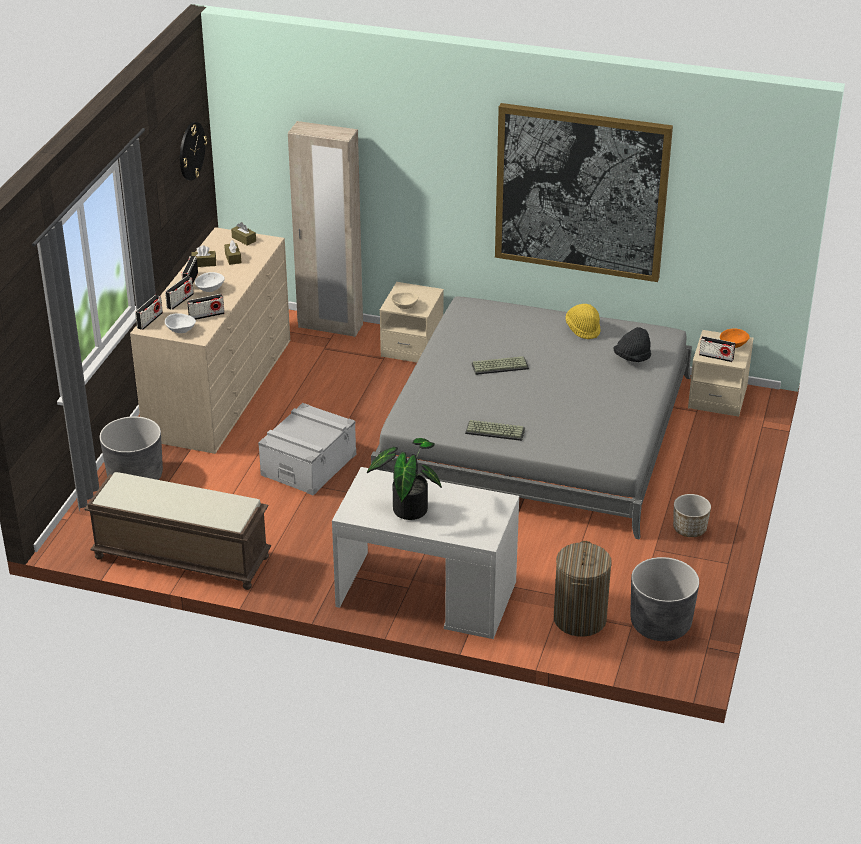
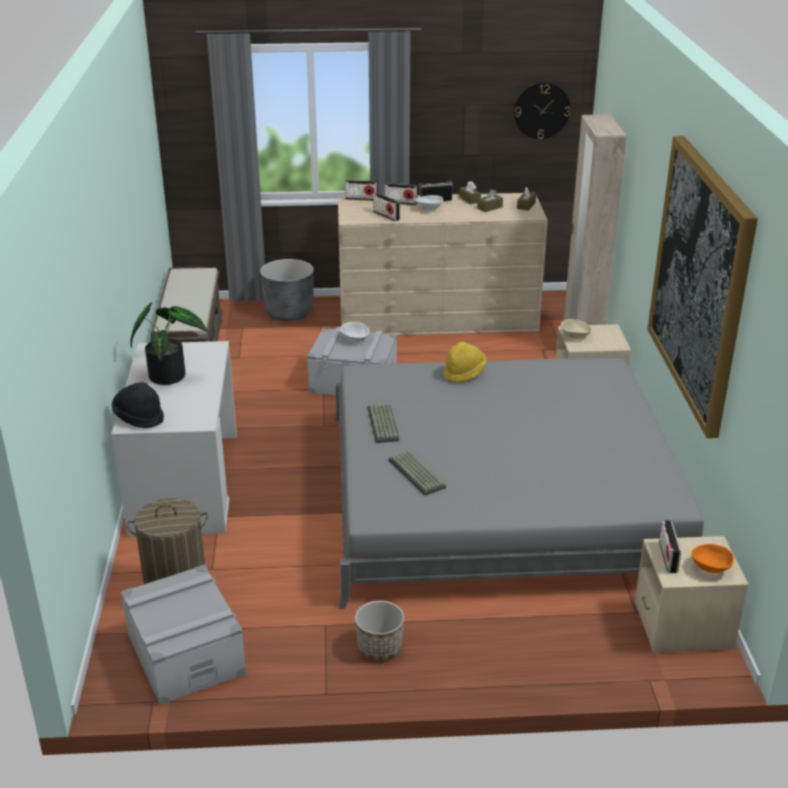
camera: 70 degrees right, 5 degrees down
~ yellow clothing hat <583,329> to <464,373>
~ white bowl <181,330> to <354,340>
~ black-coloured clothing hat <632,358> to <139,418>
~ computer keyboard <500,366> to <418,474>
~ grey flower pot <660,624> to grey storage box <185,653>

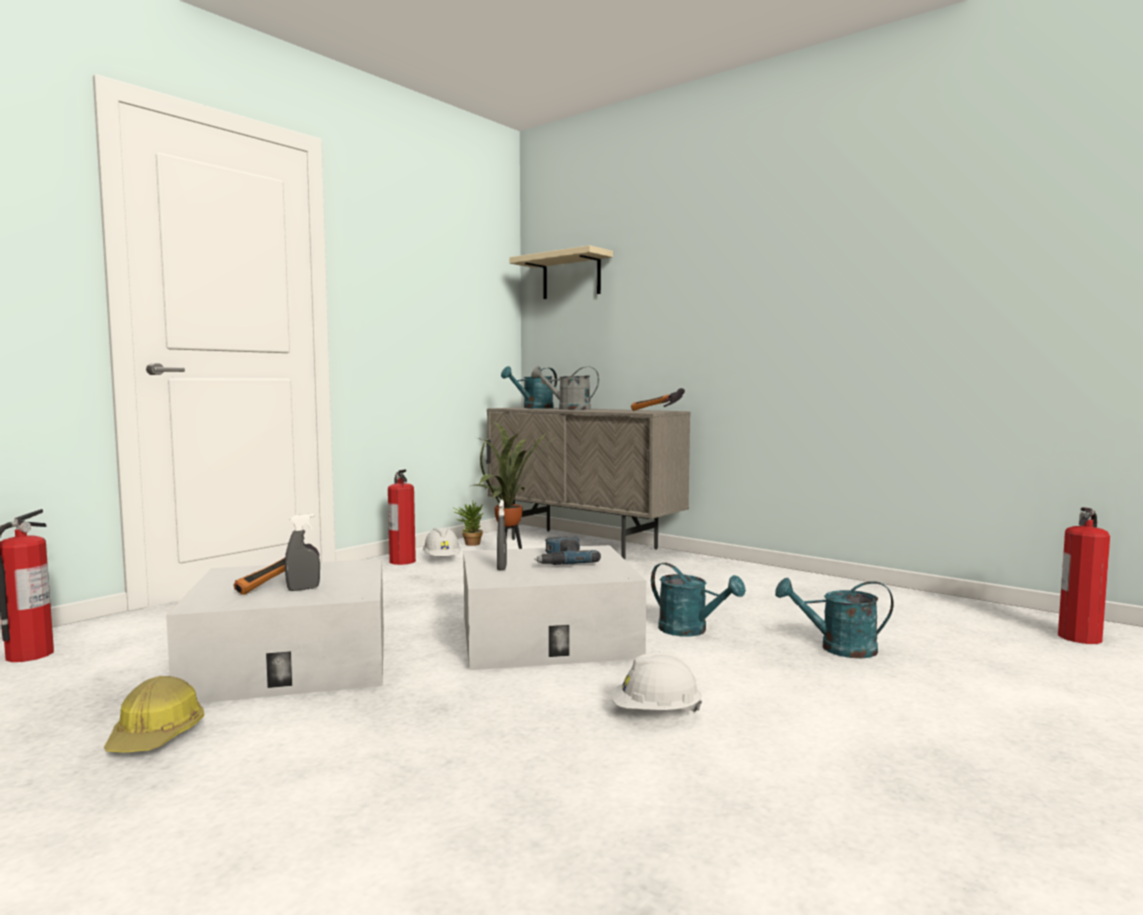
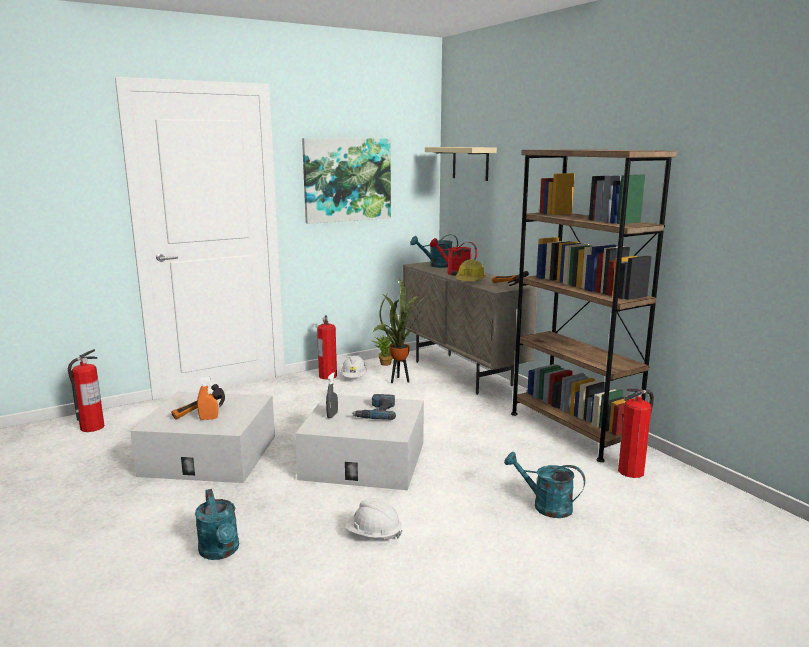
camera: 20 degrees right, 10 degrees up
~ grey watering can <568,409> to red watering can <454,273>
~ fire-fighting cylinder <1079,637> to <631,471>
~ grey spray bottle <303,589> to orange-coloured spray bottle <208,419>
~ blue-green watering can <691,631> to <221,552>
~ safety helmet <157,736> to <470,280>
+ wall art <347,180>
+ brown shelving unit <572,430>

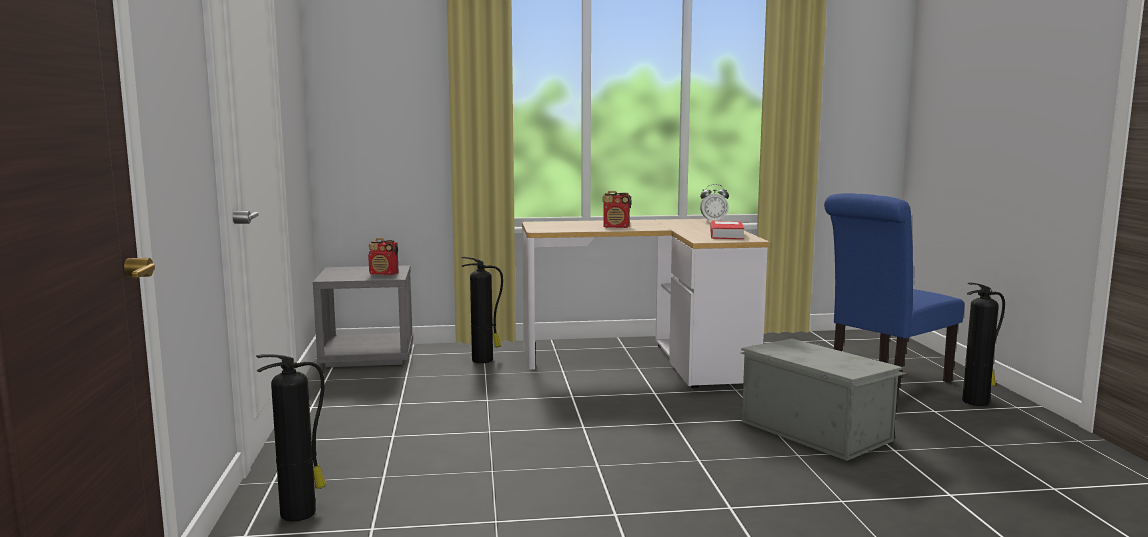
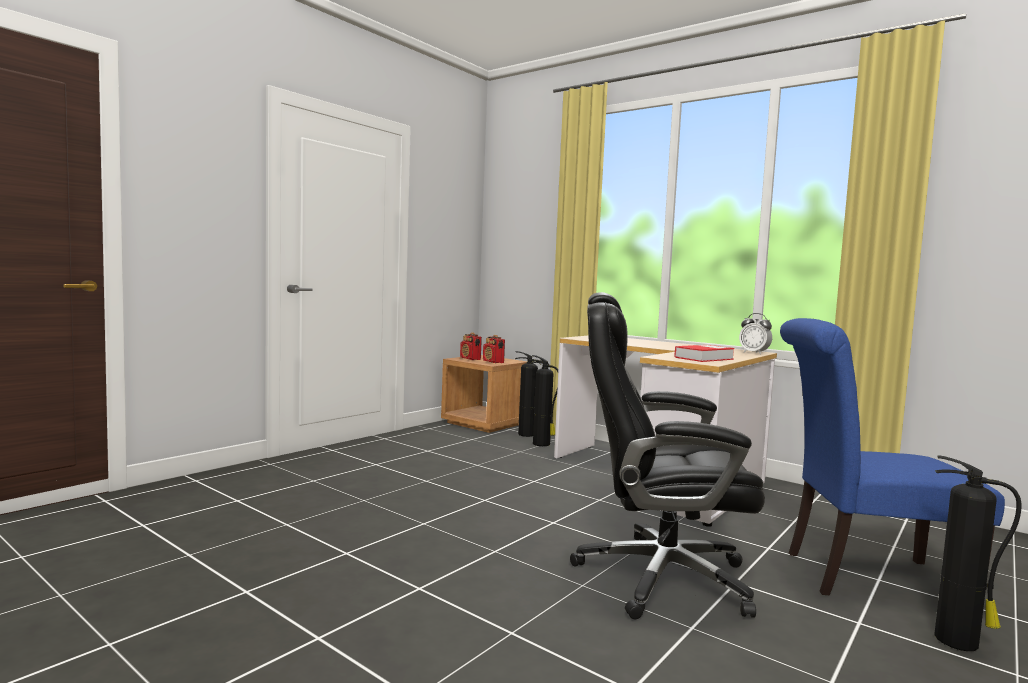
camera: 45 degrees right, 5 degrees down
~ radio set <616,227> to <470,359>
~ grey nightstand <368,356> to brown nightstand <484,423>
~ grey storage box <815,430> to black-coloured office chair <658,577>
~ fire-fighting cylinder <300,513> to <527,434>

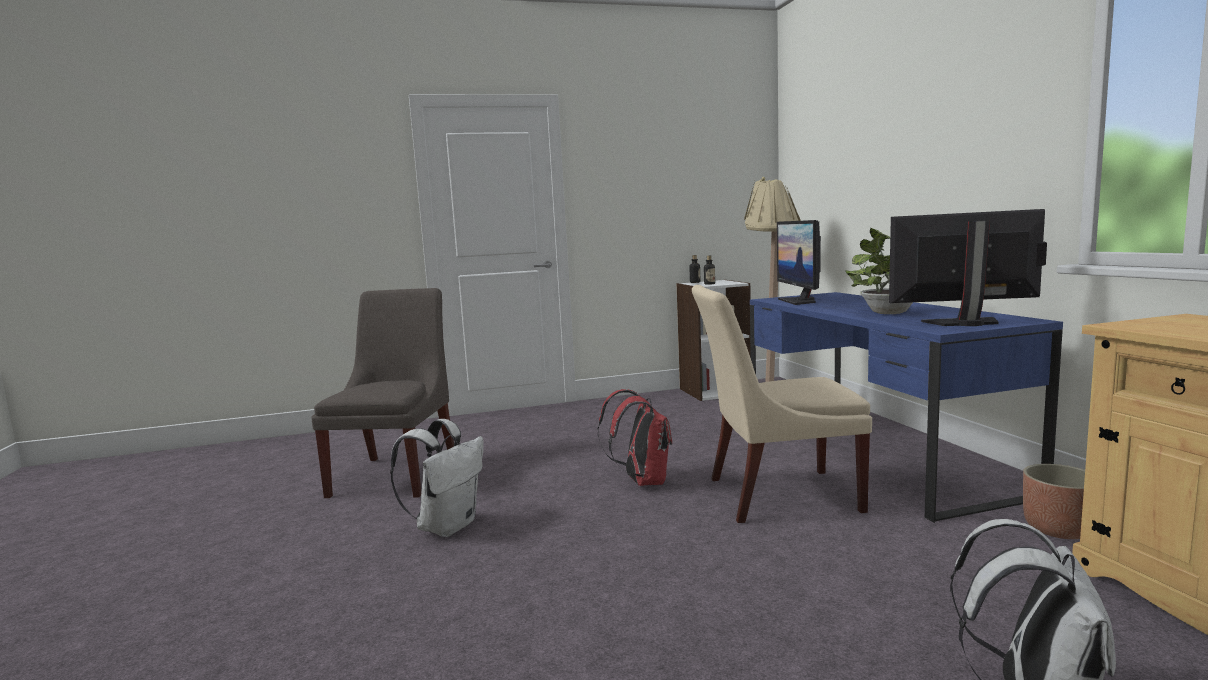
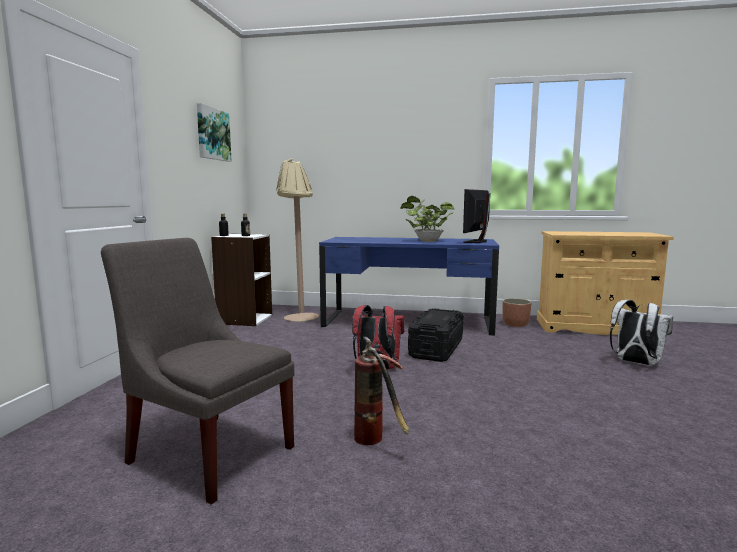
camera: 65 degrees left, 0 degrees up
- computer display <799,301>
~ sand-coloured plain chair <775,495> to black-coloured storage box <436,348>
~ white rucksack <447,526> to fire-fighting cylinder <378,441>
+ wall art <212,134>

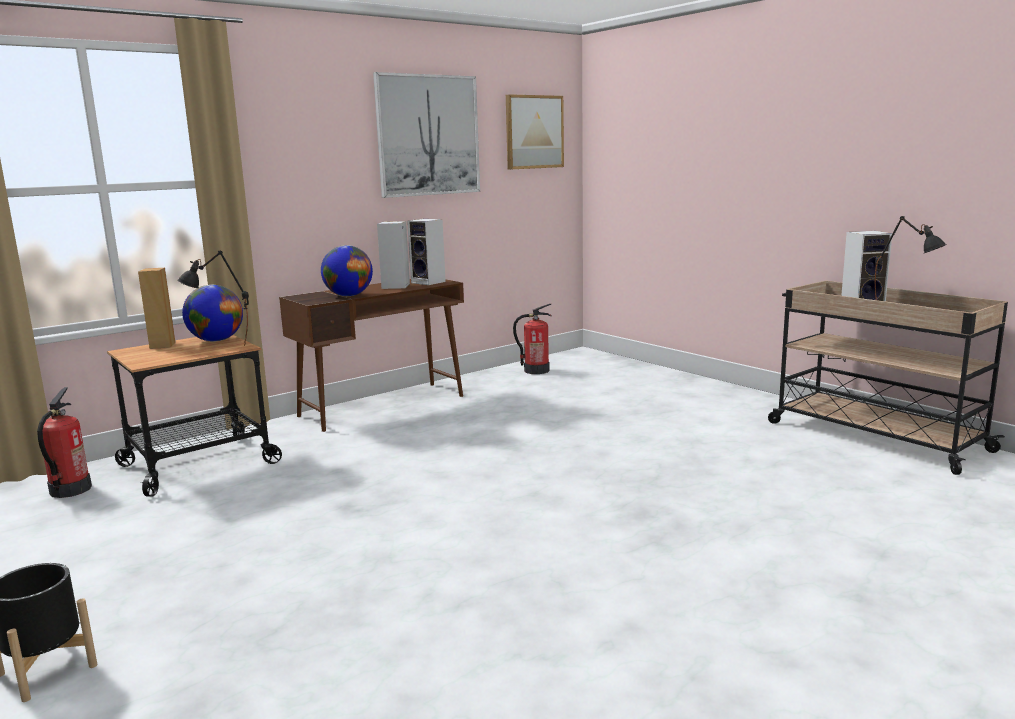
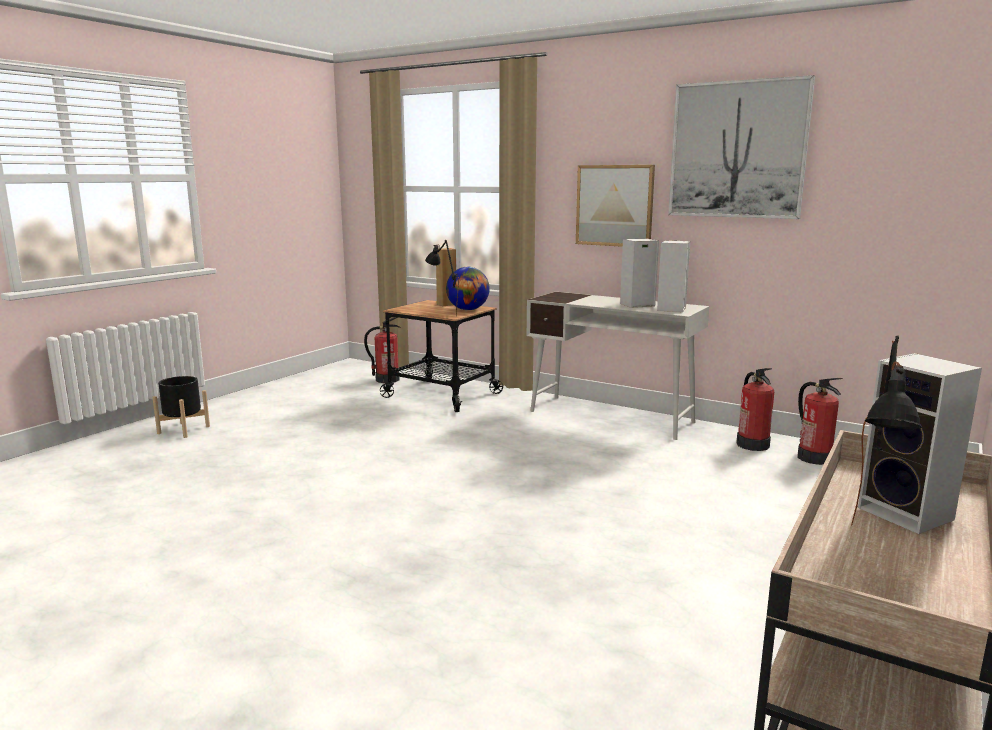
camera: 70 degrees right, 0 degrees up
~ wall art <534,132> to <614,205>
- world globe <348,295>
~ brown desk table <383,405> to white desk table <611,417>
+ fire-fighting cylinder <752,444>

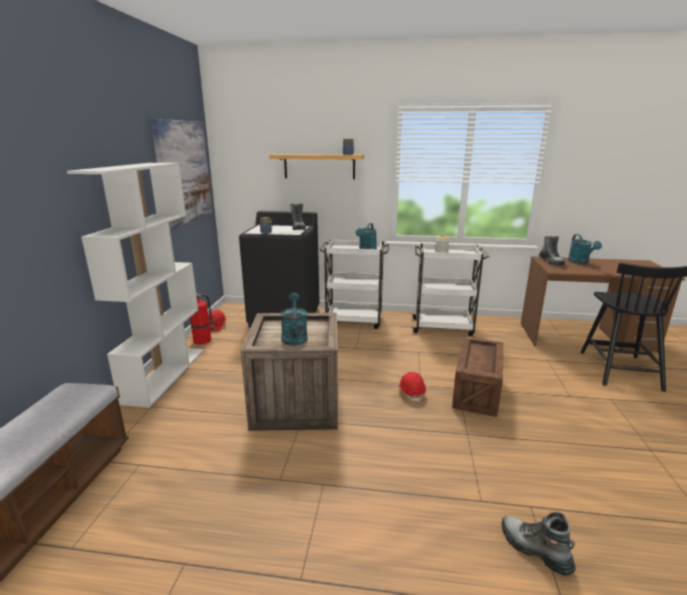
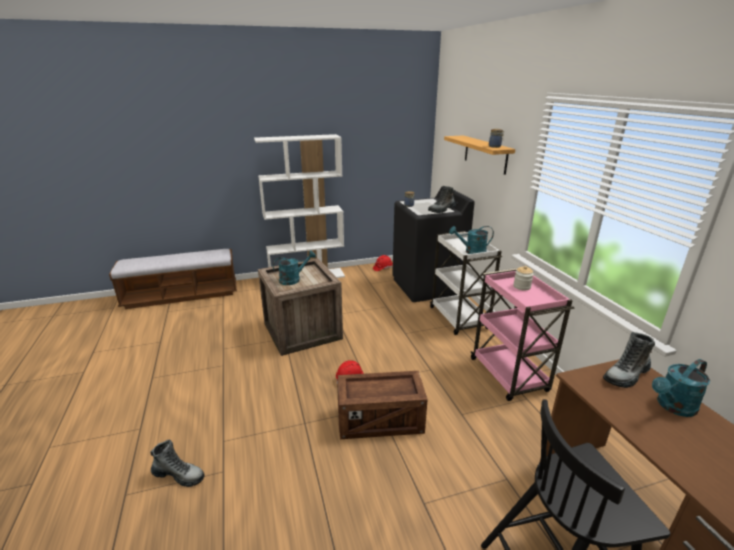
camera: 65 degrees right, 5 degrees up
- wall art <184,172>
~ white trolley <443,327> to pink trolley <509,376>
- fire-fighting cylinder <203,340>
~ tall boot <534,549> = <179,475> 75 degrees clockwise

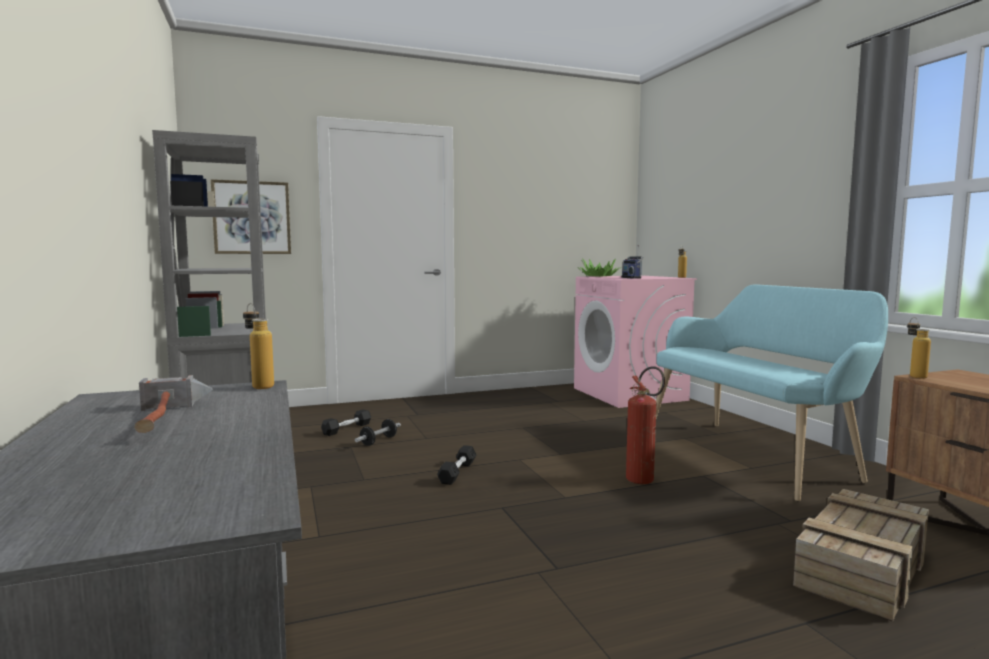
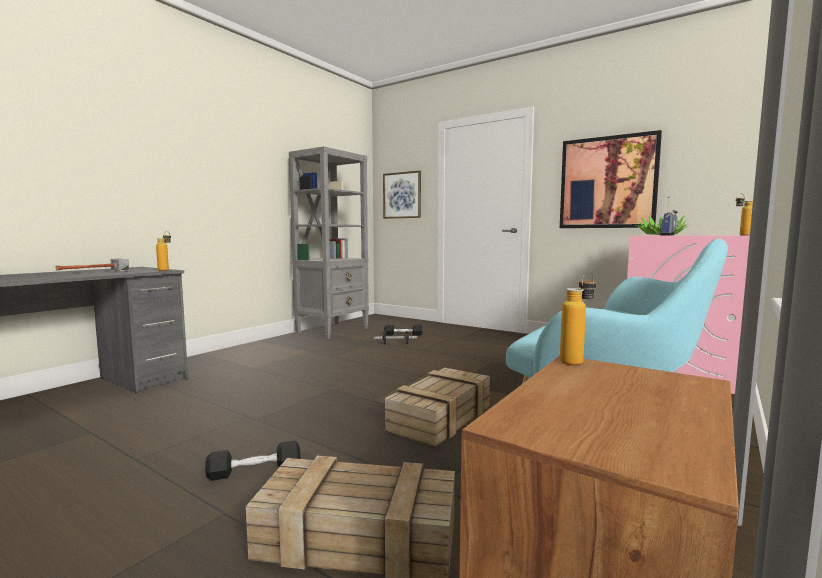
camera: 55 degrees right, 0 degrees up
~ fire-fighting cylinder <644,482> to packing crate <441,416>
~ black-coloured dumbbell <457,472> to <255,470>
+ wall art <607,182>

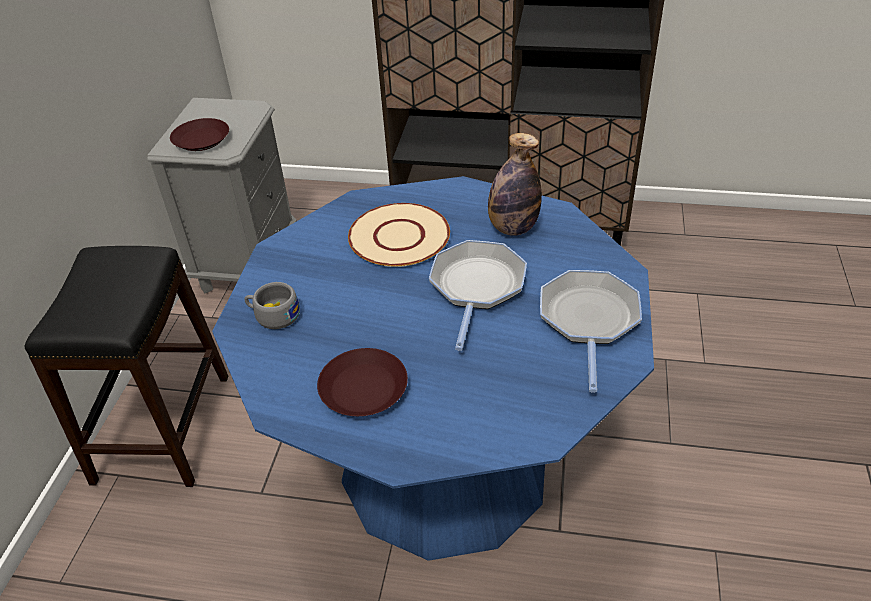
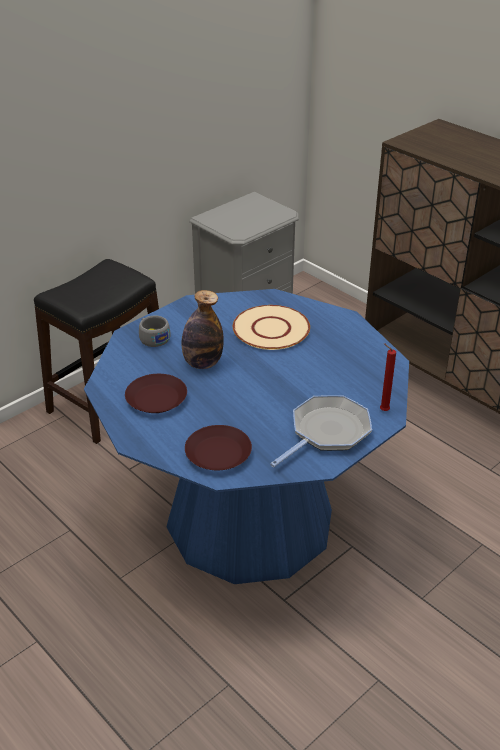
camera: 35 degrees right, 5 degrees down
~ brown plate <201,139> to <219,453>
~ drink bottle <513,228> to <202,363>
- pan <477,287>
+ red wax candle <382,410>

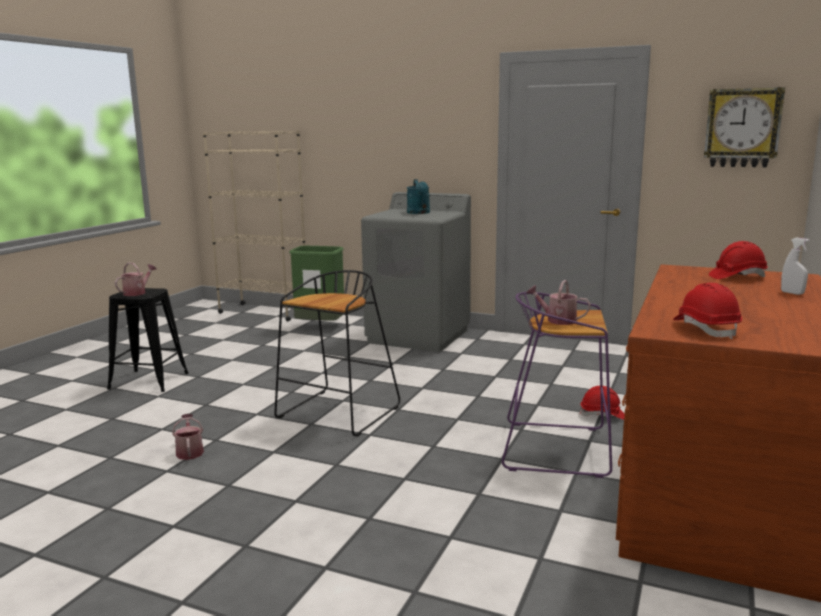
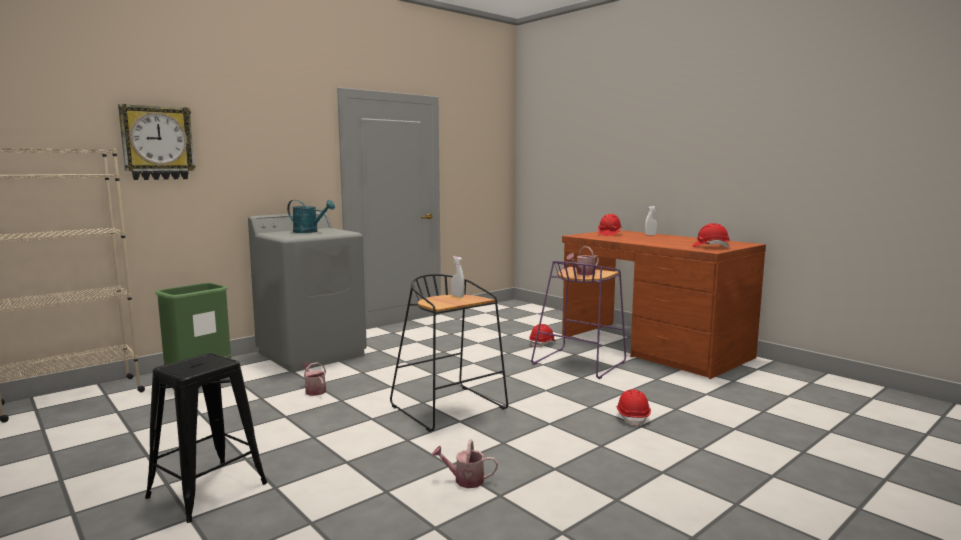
camera: 65 degrees left, 5 degrees down
~ clock on the wall <742,128> to <157,143>
~ watering can <137,292> to <314,390>
+ white spray bottle <457,296>
+ red safety helmet <632,417>

